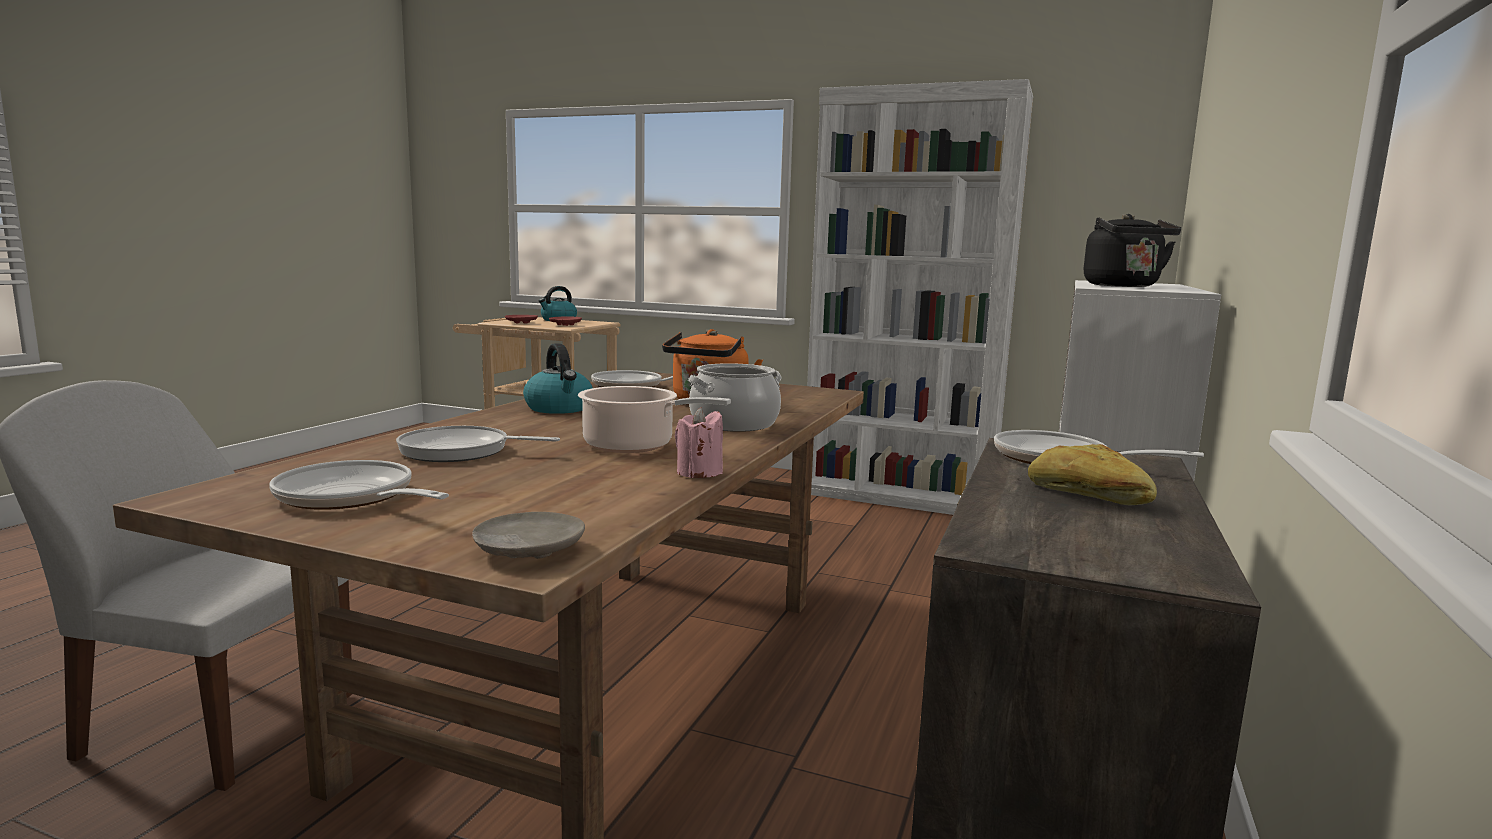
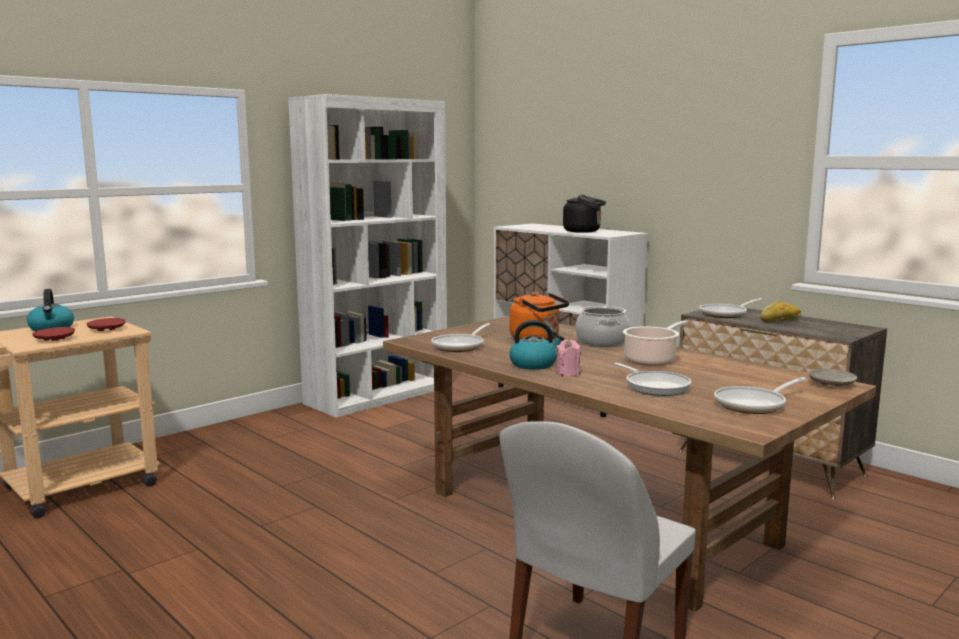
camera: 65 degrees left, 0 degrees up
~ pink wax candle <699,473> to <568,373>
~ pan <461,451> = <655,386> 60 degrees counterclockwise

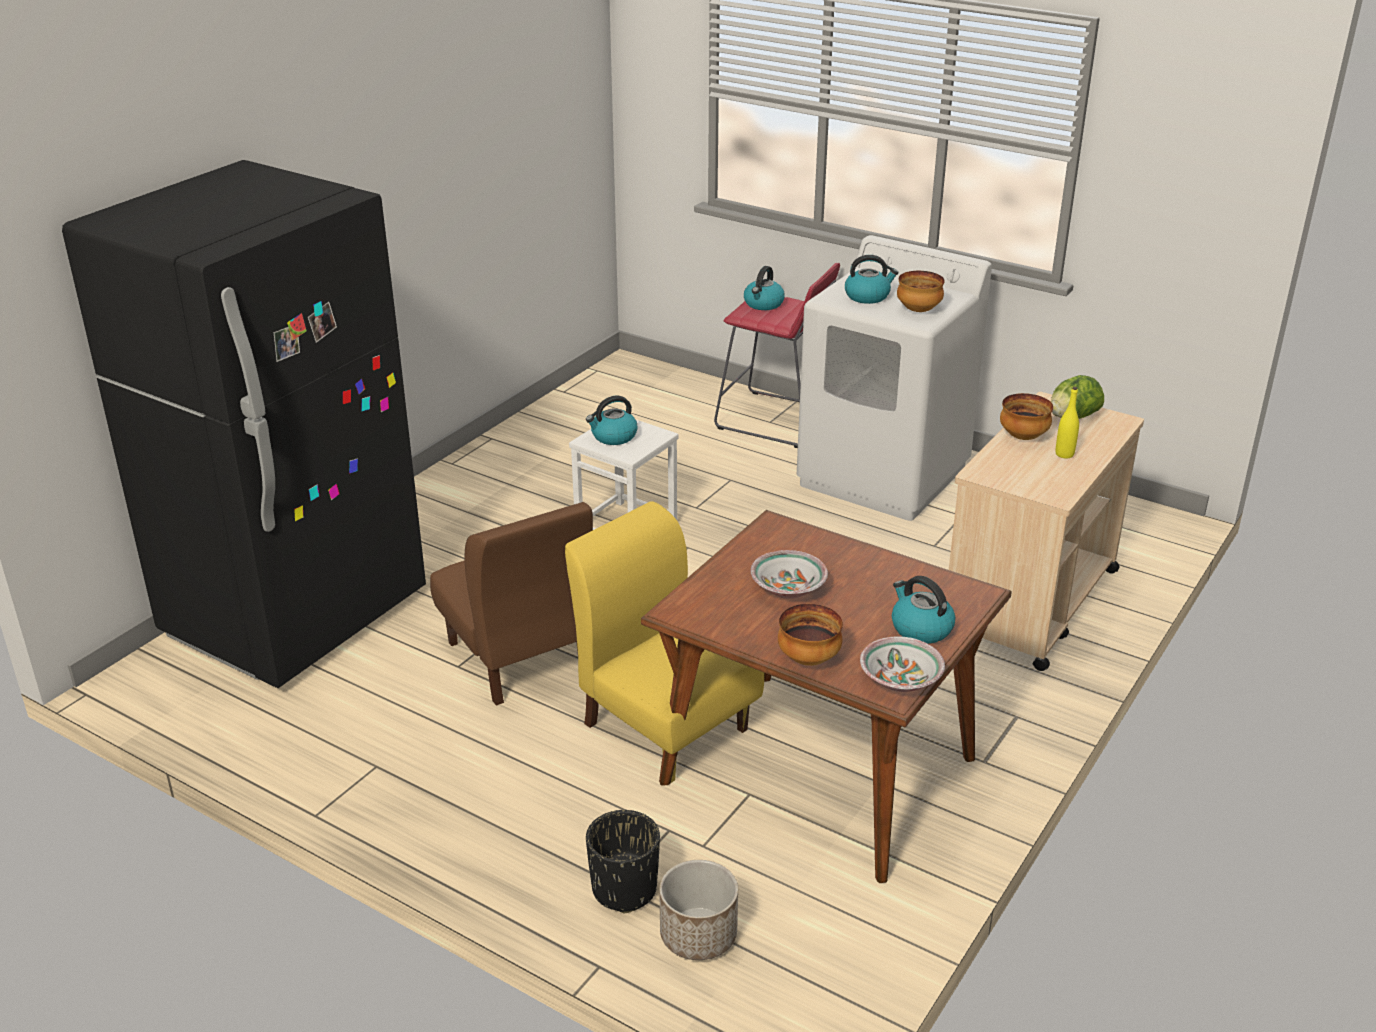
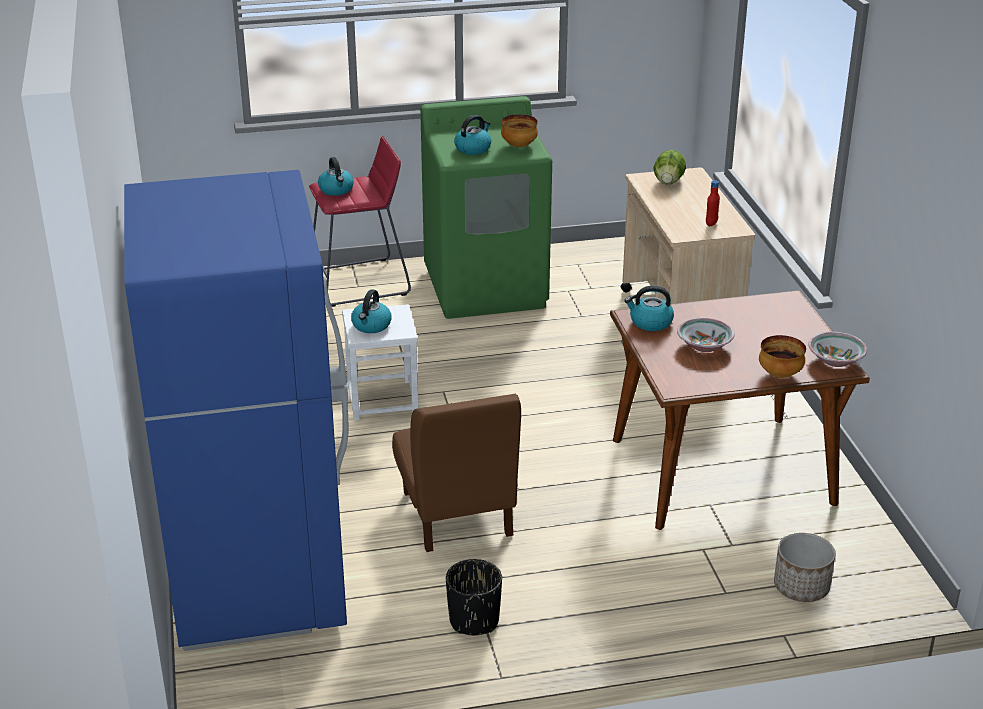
camera: 45 degrees left, 0 degrees up
~ black-coloured fridge <296,616> to blue fridge <257,580>
~ white laundry appliance <884,476> to green laundry appliance <486,288>
- yellow drink bottle <1064,454>
- bowl <1022,436>
- yellow plain chair <665,725>
~ brown plain chair <518,657> = <456,514> 60 degrees clockwise
~ tea kettle <920,628> to <650,322>
~ black-coloured flower pot <623,889> to <473,621>
+ red drink bottle <711,223>

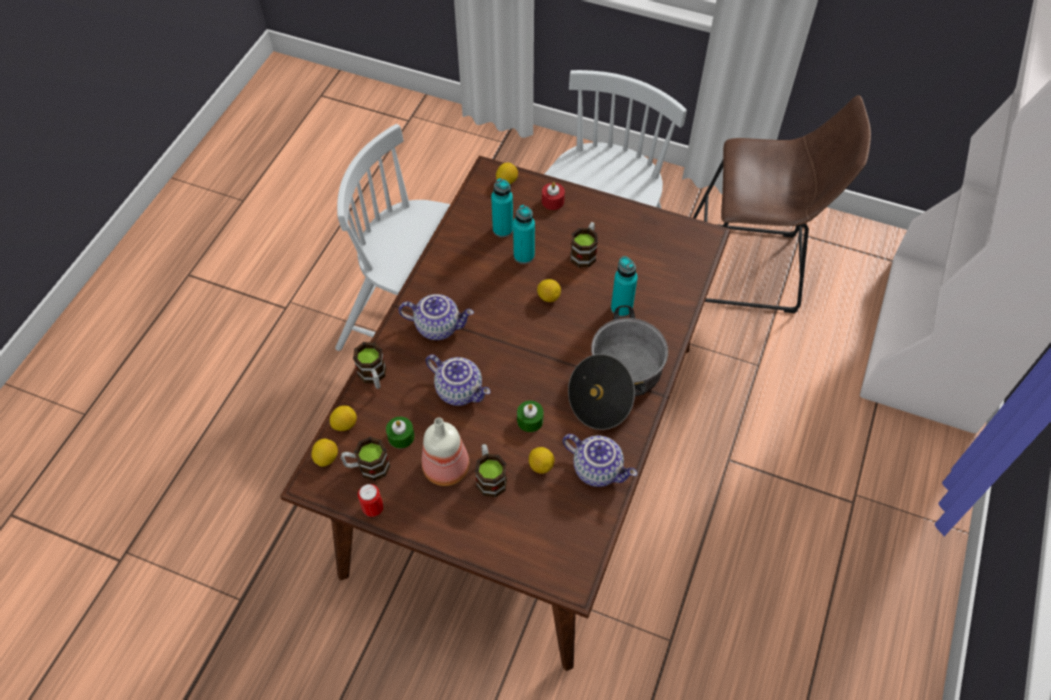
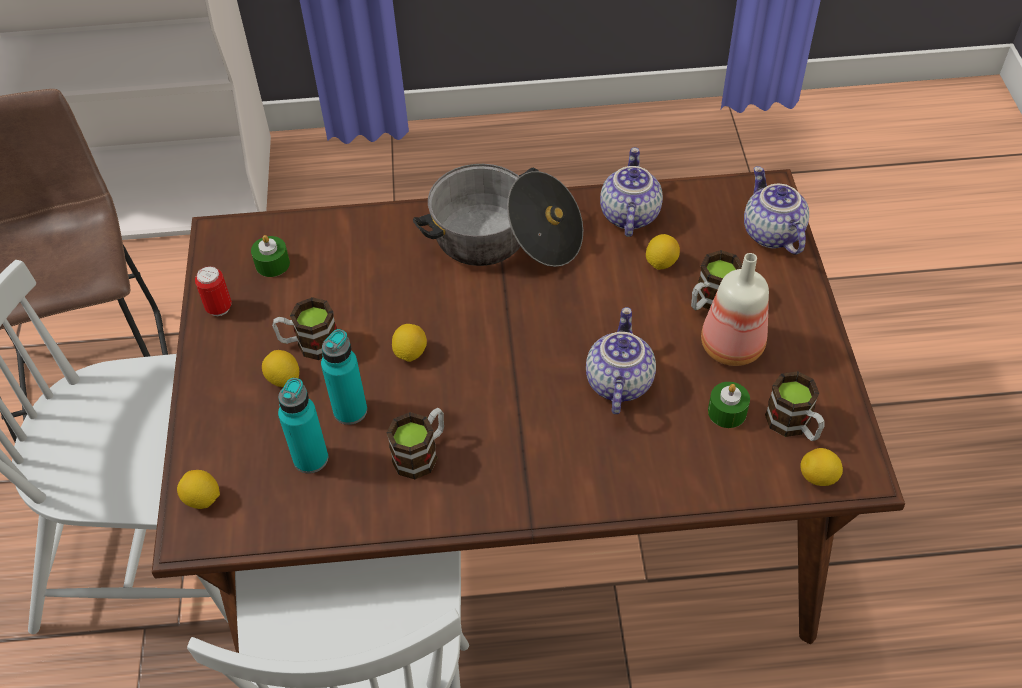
camera: 115 degrees left, 5 degrees down
- red wax candle <553,201>
- blue-green drink bottle <621,308>
~ pot for tea <438,326> to <770,233>
~ coffee mug <374,376> to <421,453>
~ green wax candle <530,420> to <272,264>
~ lemon <344,424> to <283,379>
~ sealed can <373,508> to <219,308>

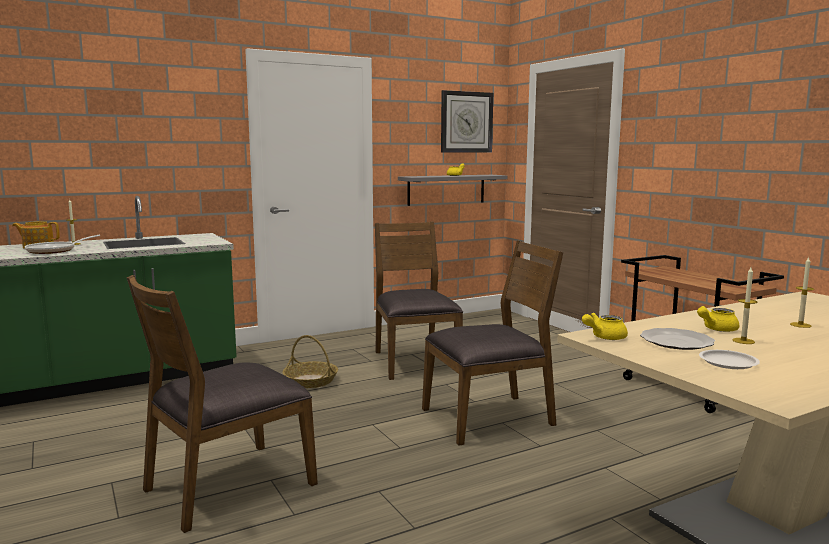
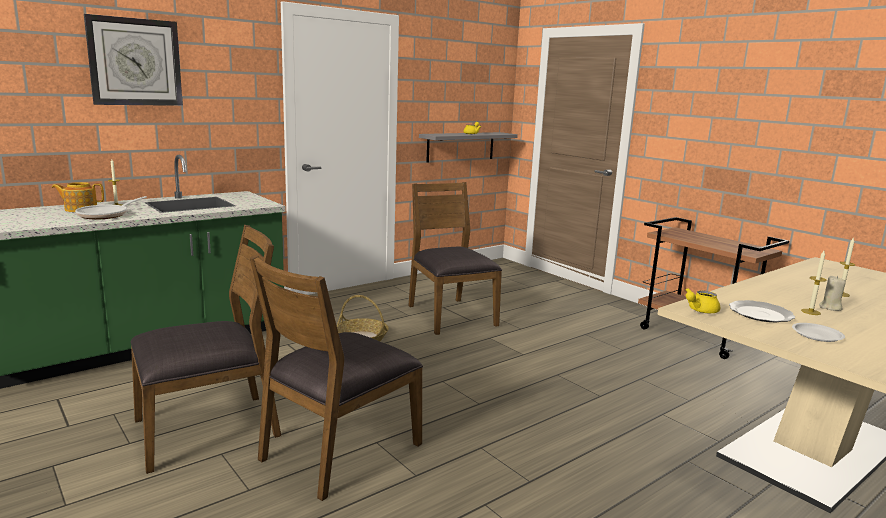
camera: 10 degrees left, 5 degrees up
~ clock on the wall <466,122> to <135,62>
~ brown plain chair <489,417> to <208,429>
- yellow pot for tea <716,329>
+ sand-coloured wax candle <830,308>

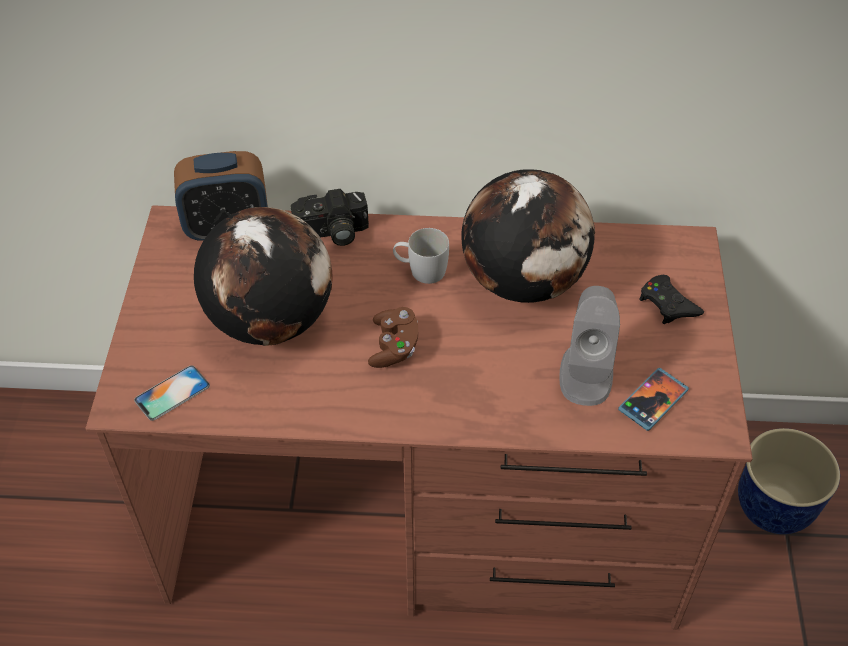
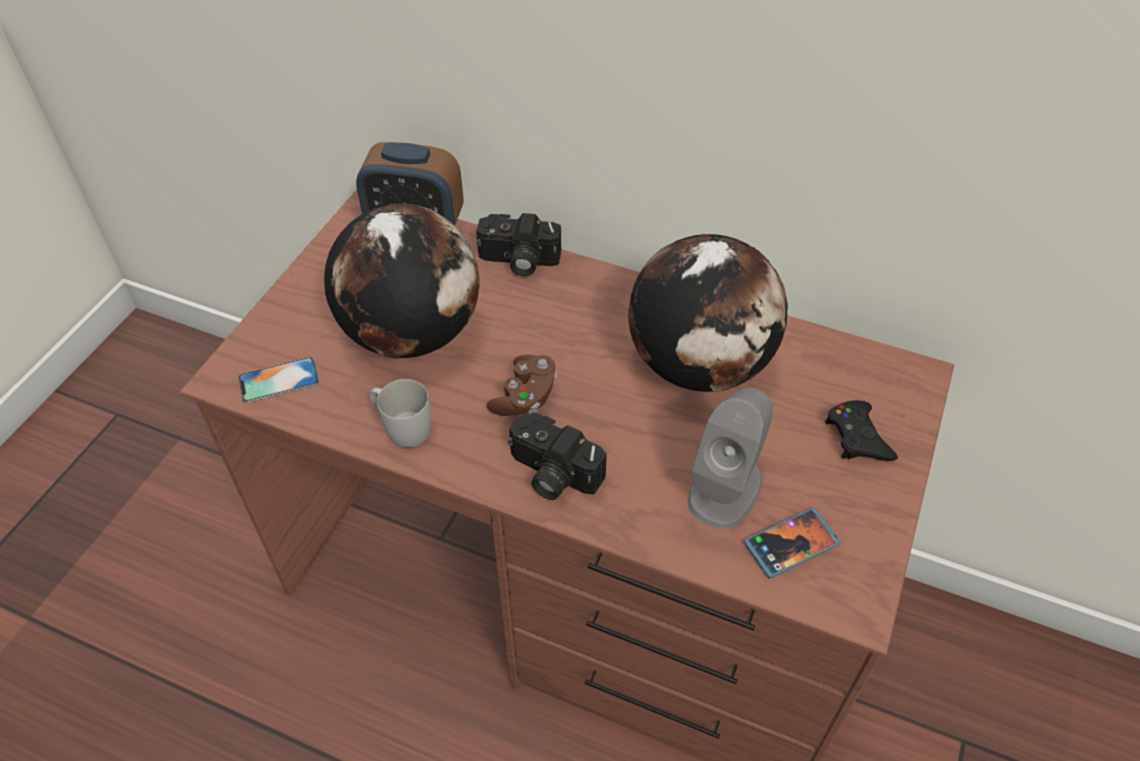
camera: 20 degrees right, 0 degrees up
~ white coffee mug <420,270> to <401,427>
- flower pot <774,508>
+ photo camera <551,474>

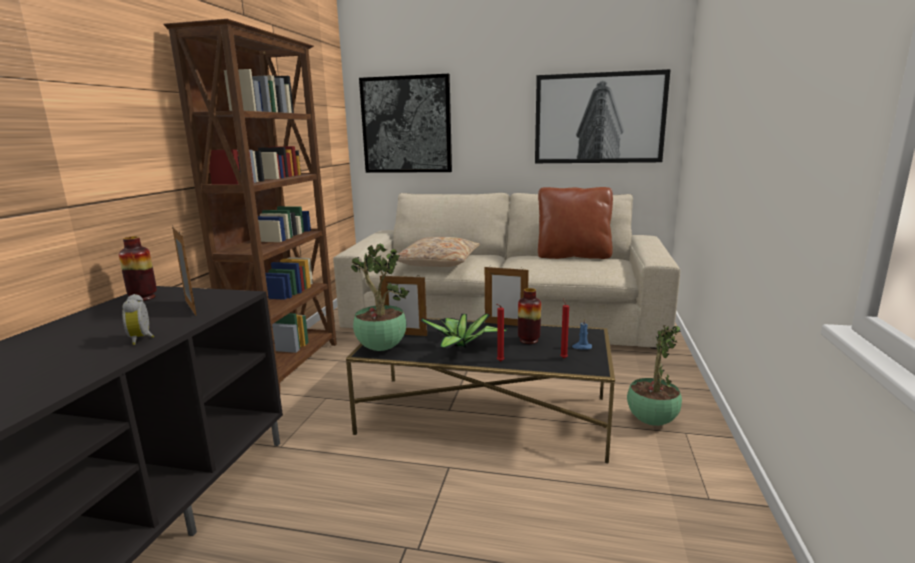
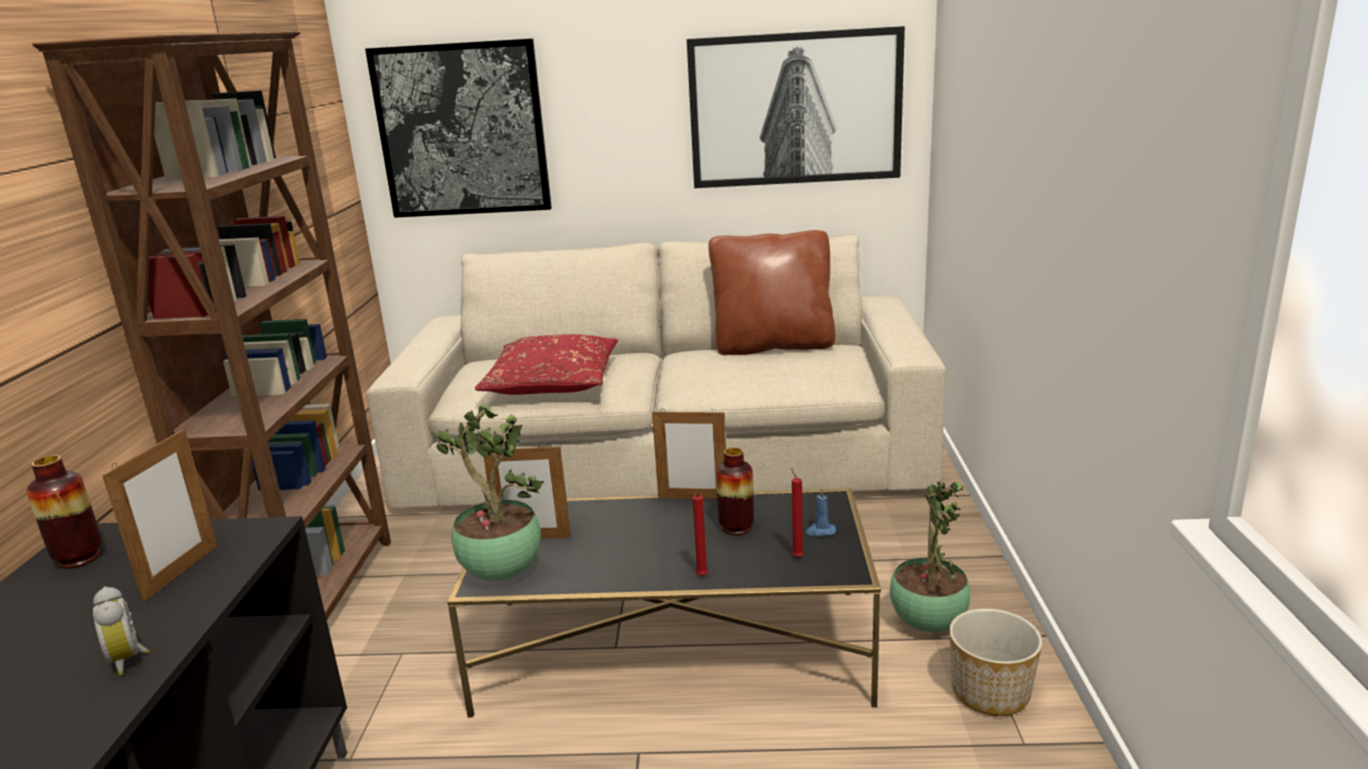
camera: 10 degrees left, 5 degrees up
~ photo frame <190,307> = <181,572> 60 degrees clockwise
~ sand-coloured throw pillow <437,262> to red throw pillow <552,382>
- houseplant <462,346>
+ flower pot <991,693>

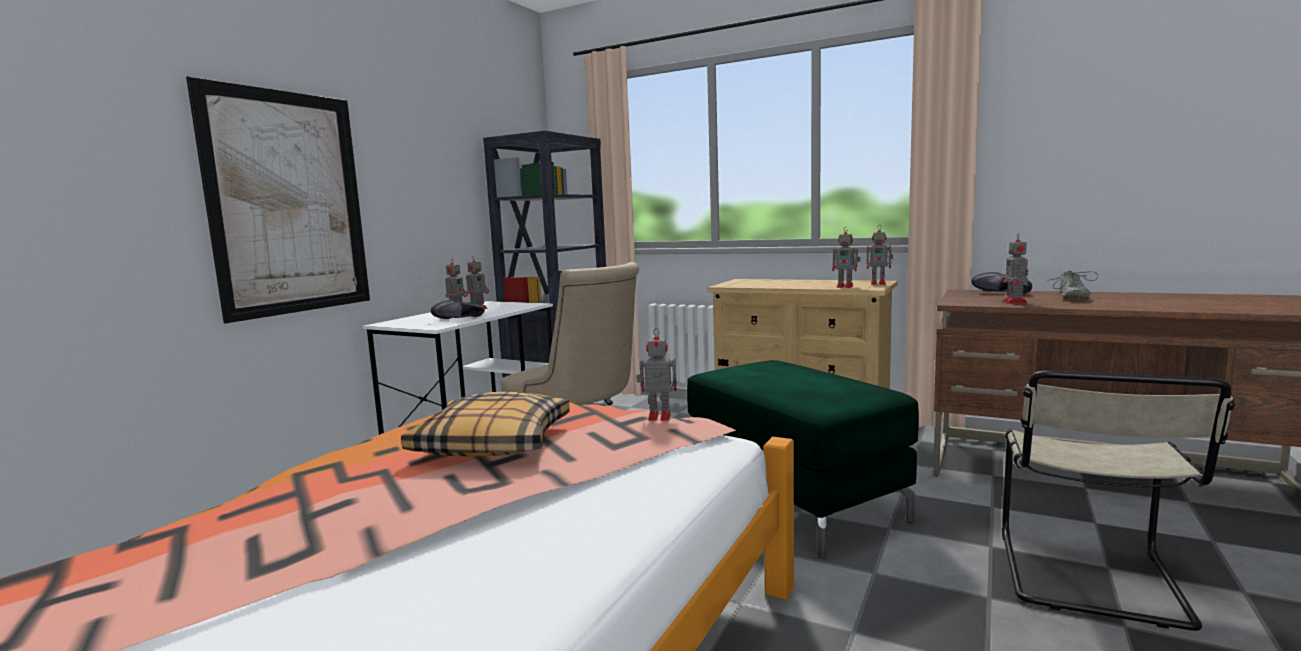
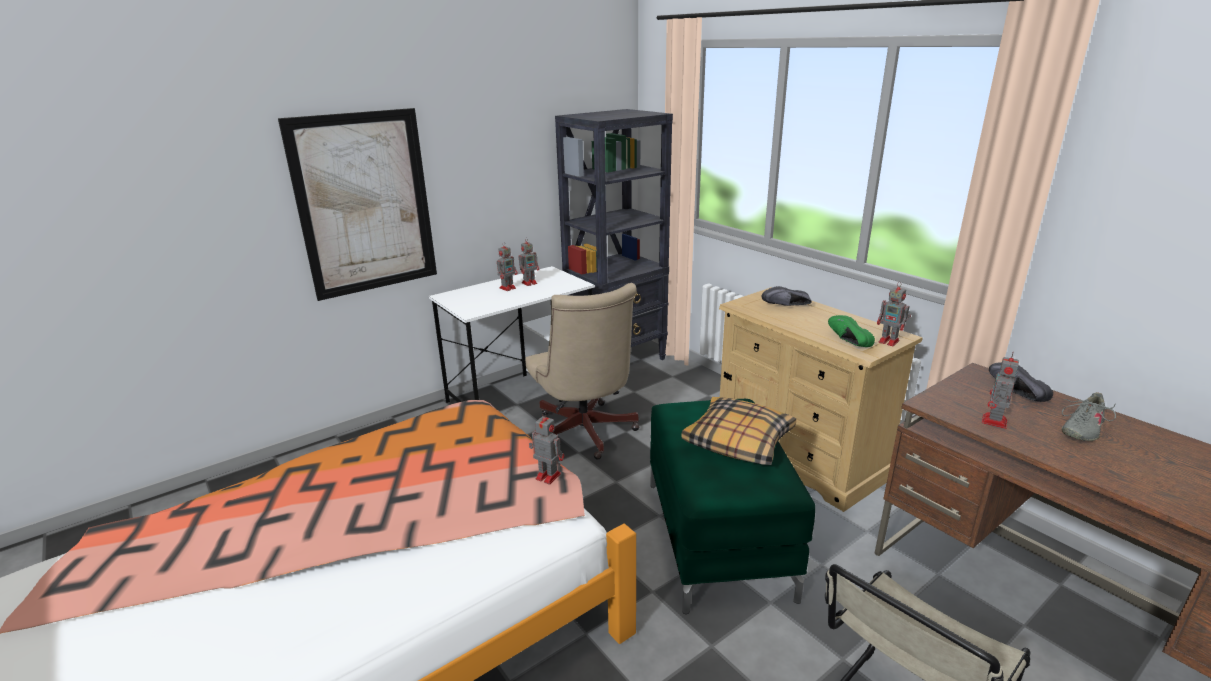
camera: 25 degrees right, 15 degrees up
~ model robot <846,286> to green item of footwear <845,341>
~ black-coloured item of footwear <461,319> to <787,306>
~ throw pillow <492,444> to <738,441>

